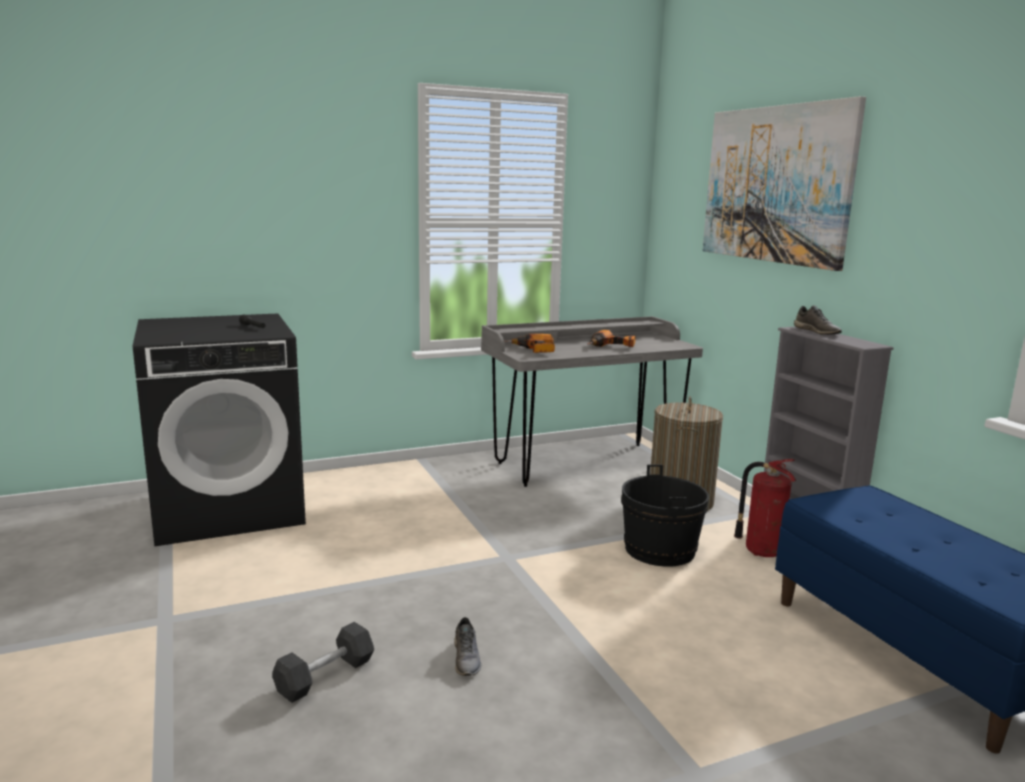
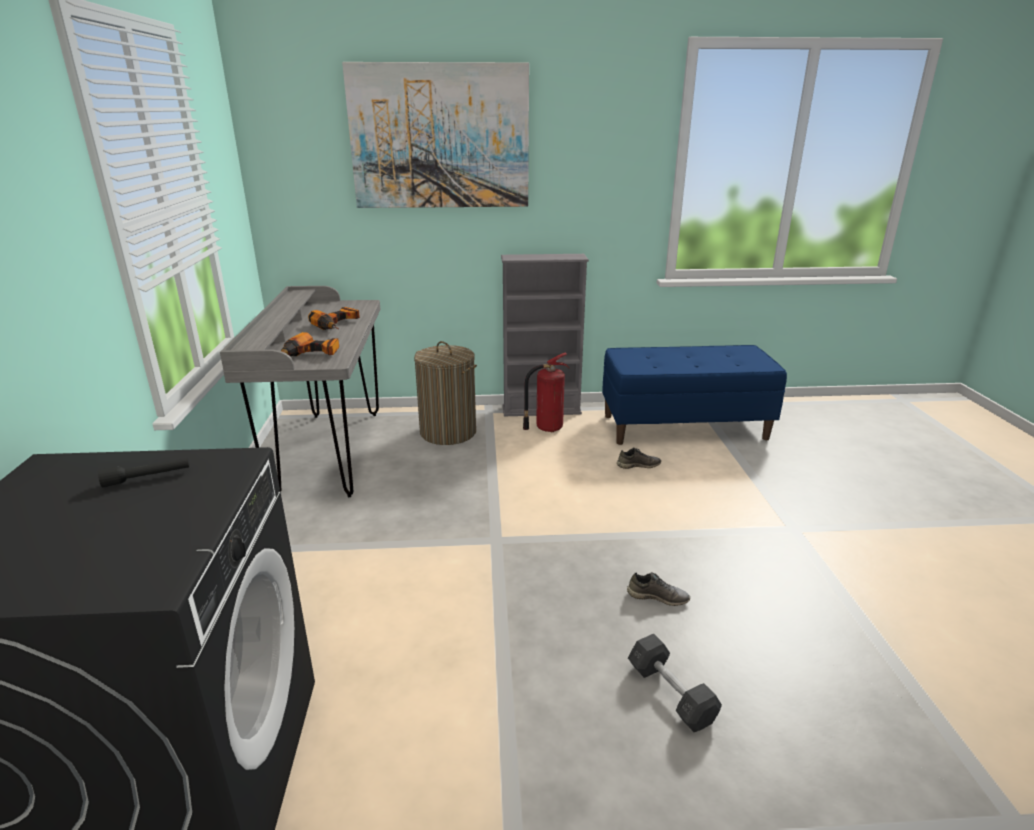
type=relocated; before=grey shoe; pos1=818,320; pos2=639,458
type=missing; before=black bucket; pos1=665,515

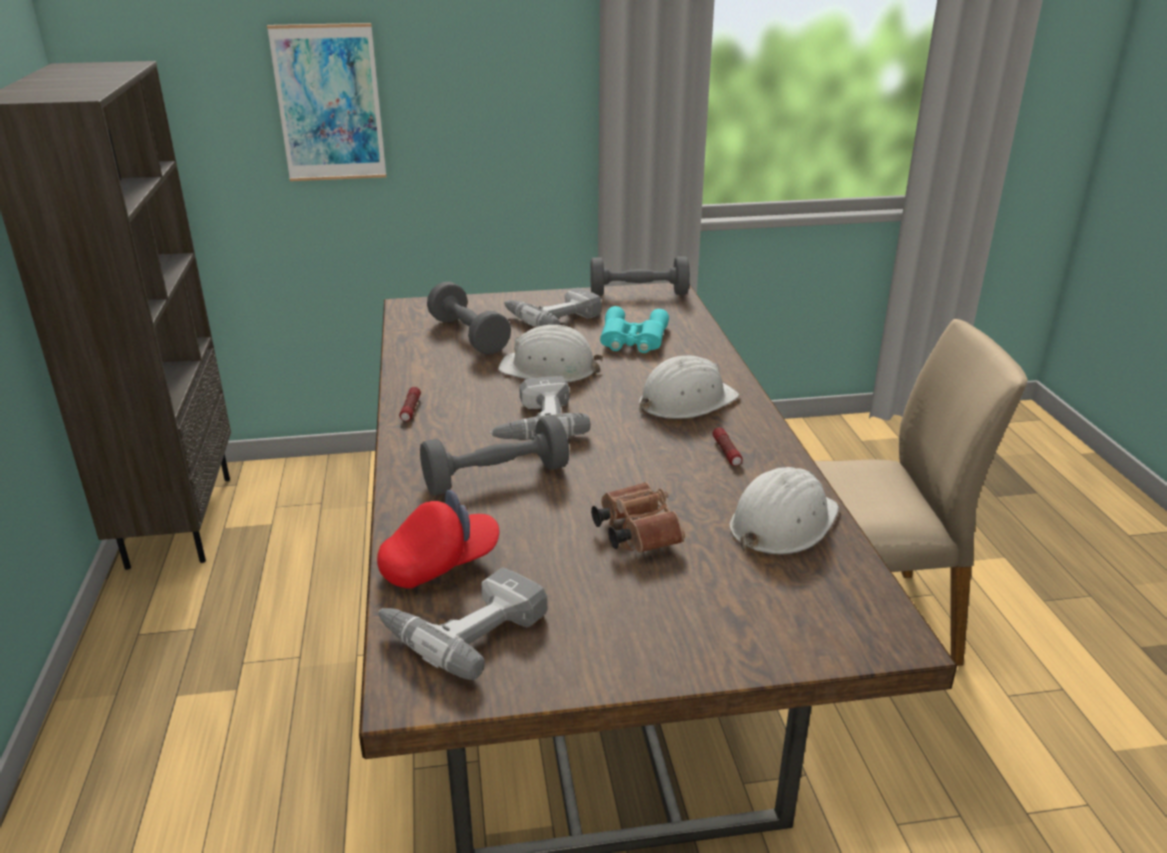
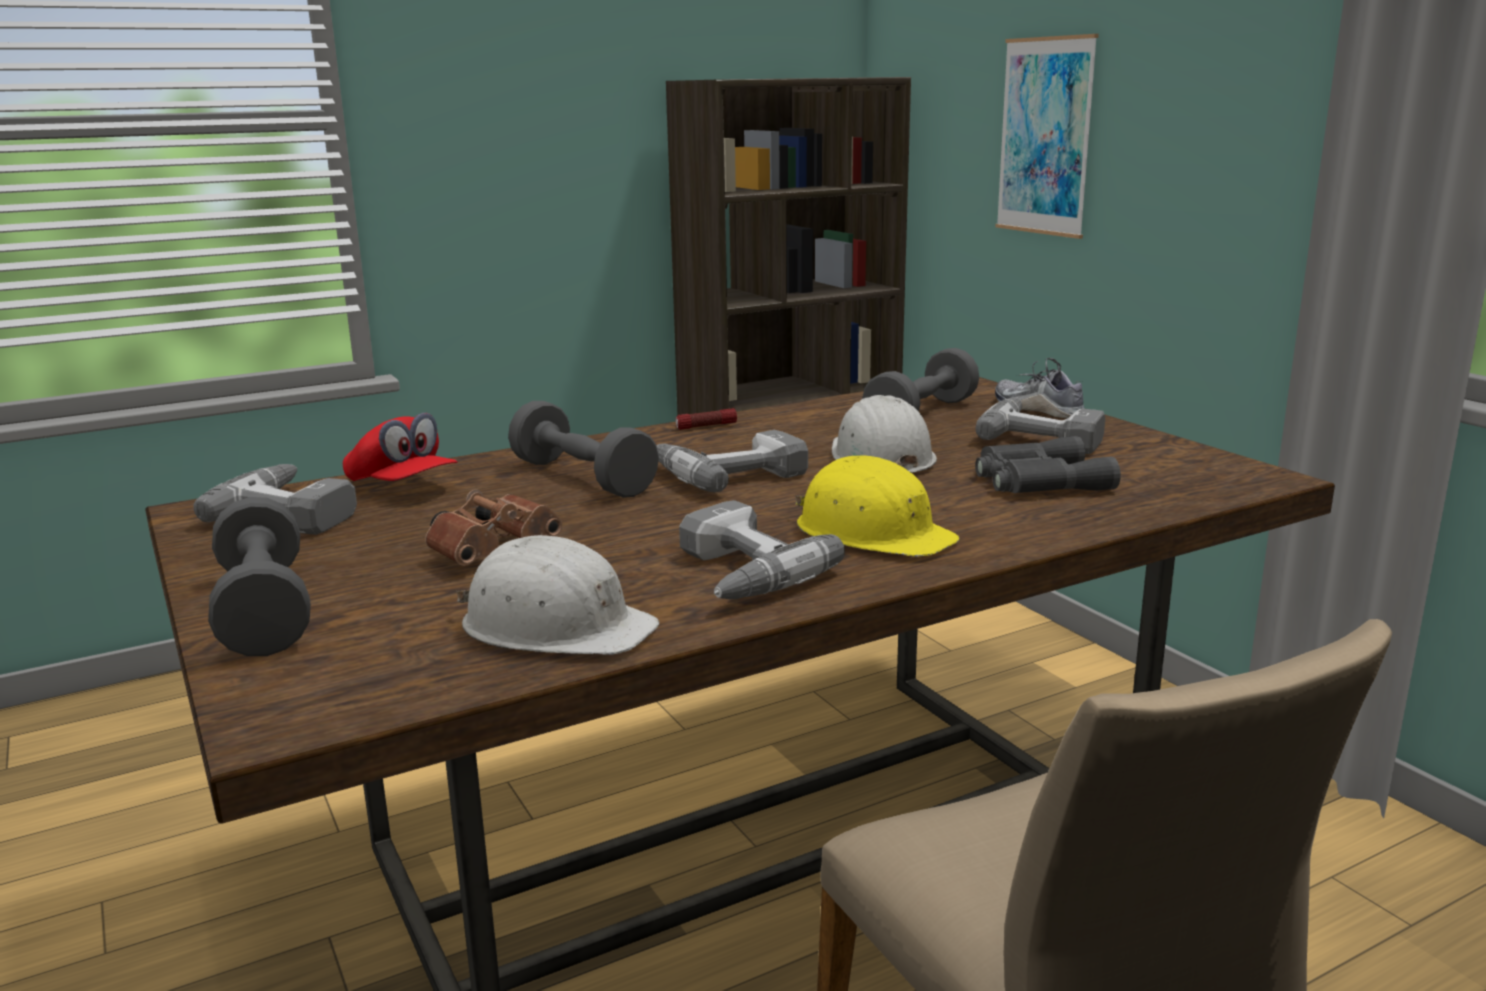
type=relocated; before=grey dumbbell; pos1=640,276; pos2=259,576
type=exchanged; before=flashlight; after=power drill; pos1=728,446; pos2=762,549
type=colour; before=white hard hat; after=yellow hard hat; pos1=689,387; pos2=877,506
type=colour; before=turquoise binoculars; after=grey binoculars; pos1=634,329; pos2=1048,464
type=appeared; after=shoe; pos2=1039,388

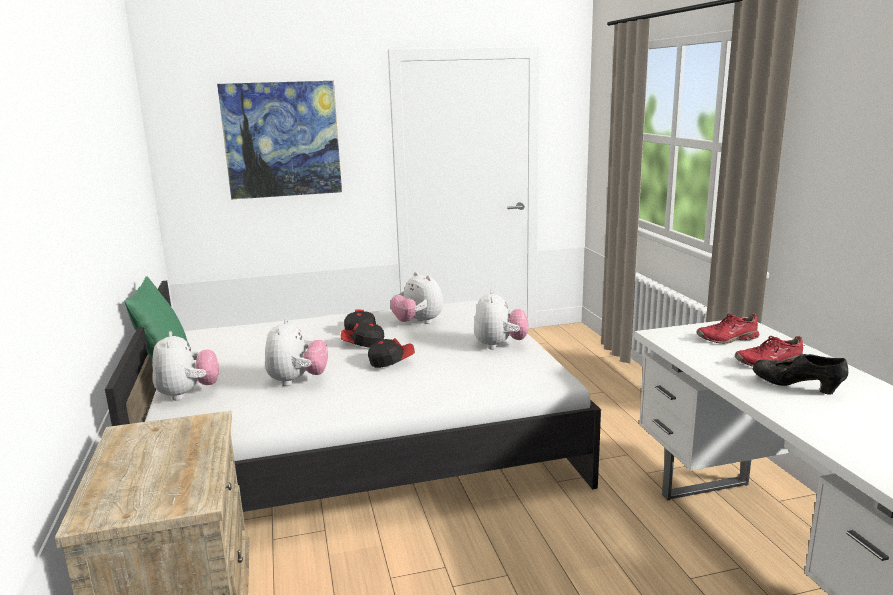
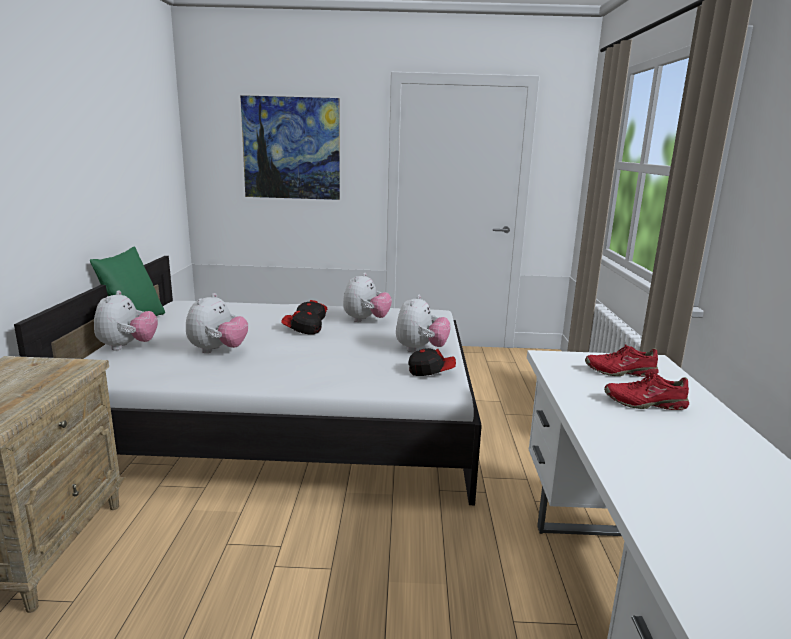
type=spun; before=plush toy; pos1=417,298; pos2=367,297; turn=-135
type=relocated; before=cap; pos1=391,353; pos2=432,362
type=missing; before=black shoe; pos1=800,374

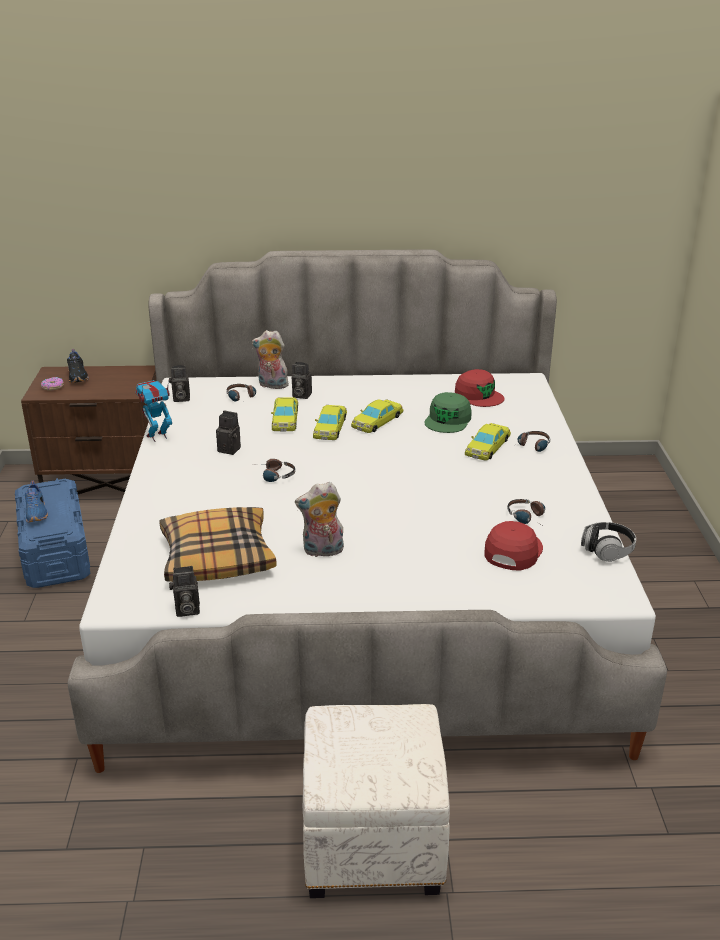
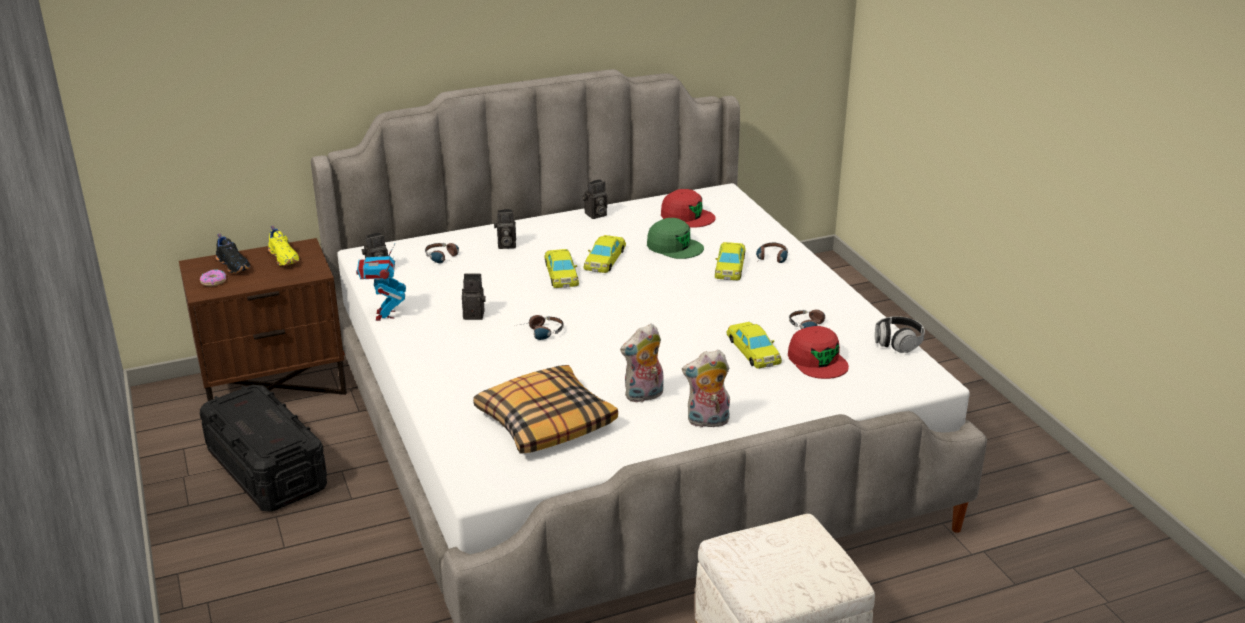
type=colour; before=blue storage box; after=black storage box; pos1=53,533; pos2=263,448
type=appeared; after=yellow shoe; pos2=284,246
type=spun; before=toy robot; pos1=154,411; pos2=381,282; turn=-45
type=relocated; before=photo camera; pos1=184,591; pos2=594,199
type=spun; before=green cap; pos1=448,412; pos2=675,238; turn=-60
type=relocated; before=plush toy; pos1=270,359; pos2=706,389
type=relocated; before=yellow toy car; pos1=284,414; pos2=754,345
type=spun; before=red cap; pos1=514,546; pos2=818,352; turn=150
type=missing; before=blue shoe; pos1=36,502

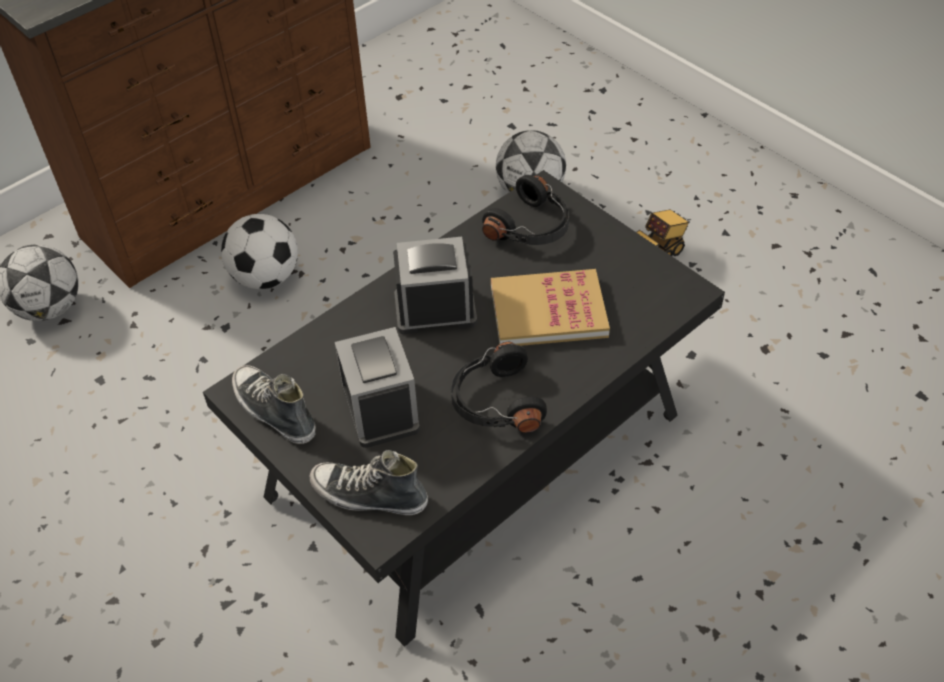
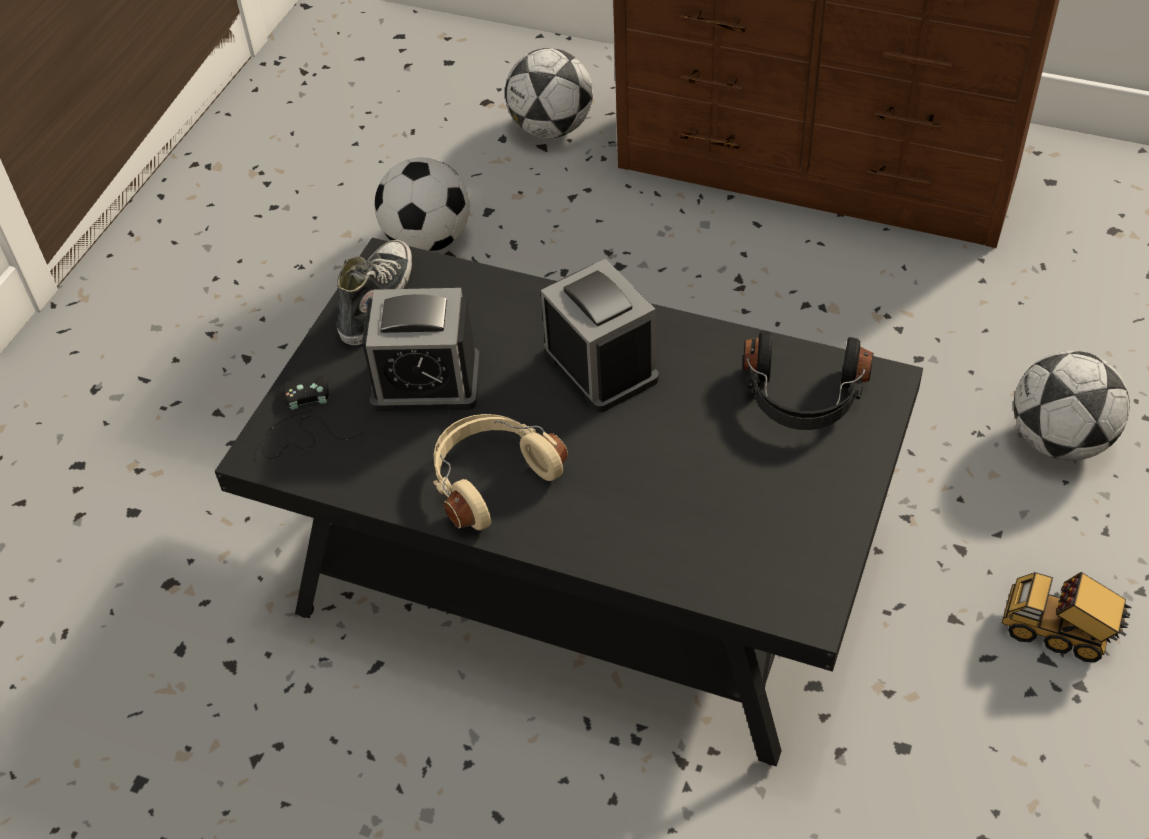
type=exchanged; before=shoe; after=black game controller; pos1=369,482; pos2=315,417
type=spun; before=alarm clock; pos1=377,387; pos2=421,350; turn=45
type=relocated; before=football; pos1=259,251; pos2=422,204
type=colour; before=black headphones; after=beige headphones; pos1=499,387; pos2=500,472
type=missing; before=book; pos1=550,307

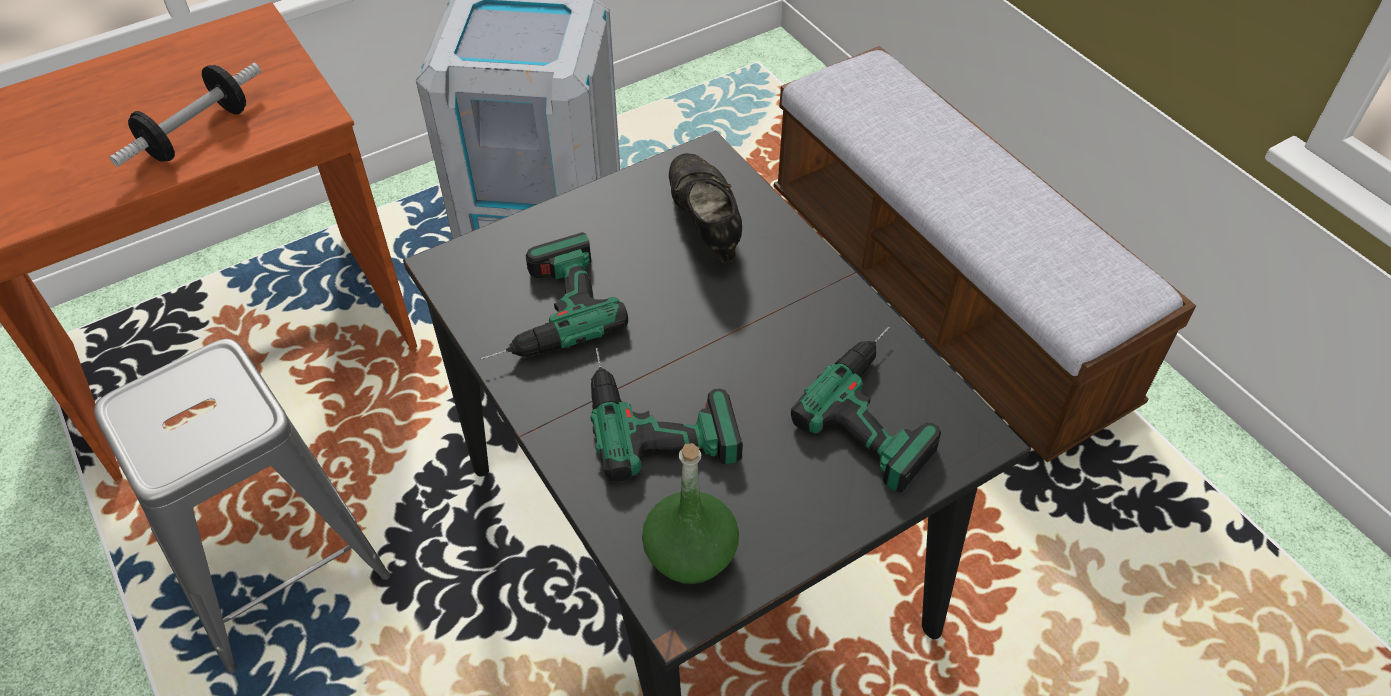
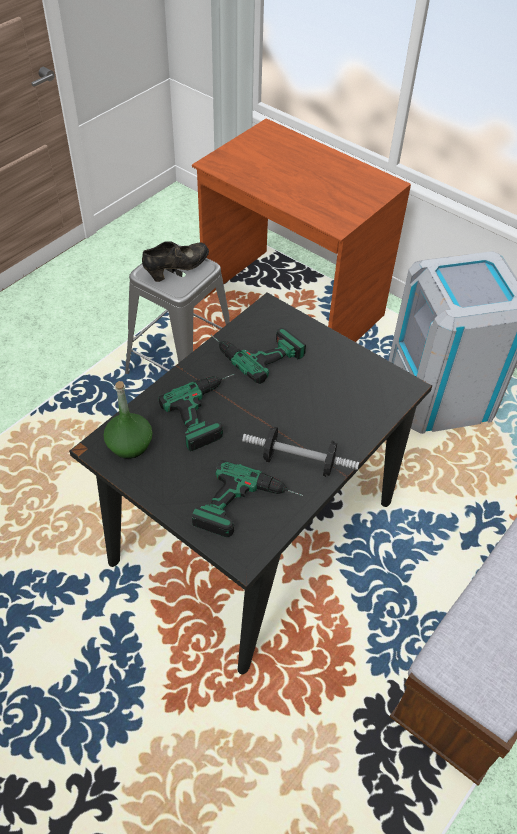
type=relocated; before=black shoe; pos1=705,208; pos2=175,261
type=relocated; before=dumbbell; pos1=185,115; pos2=300,452

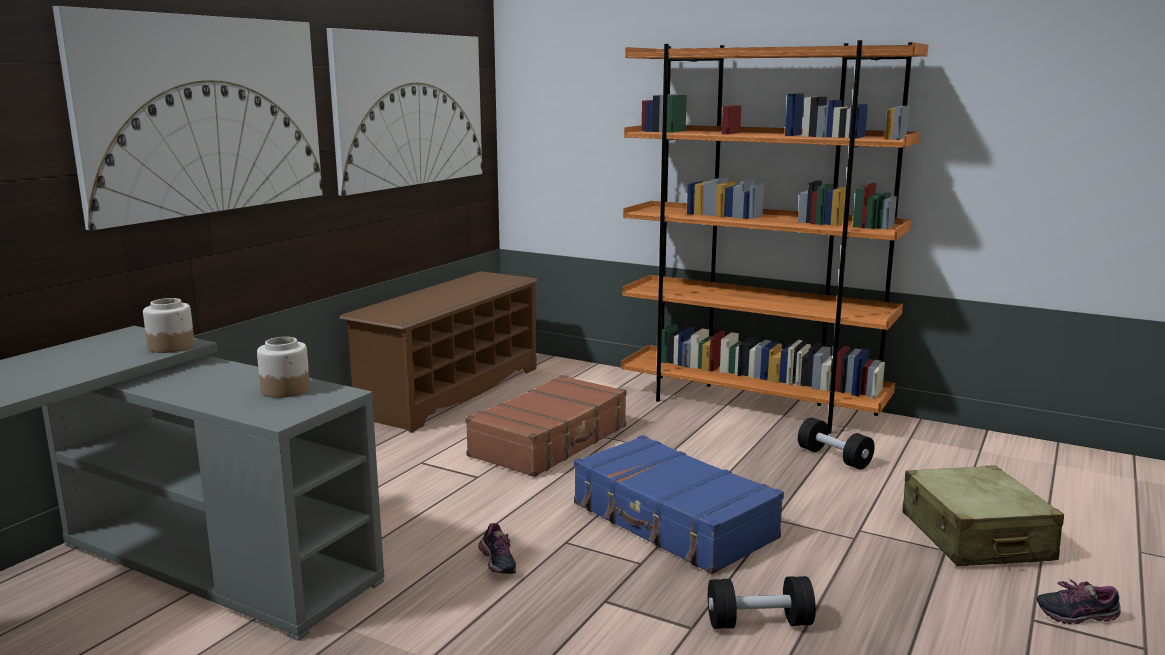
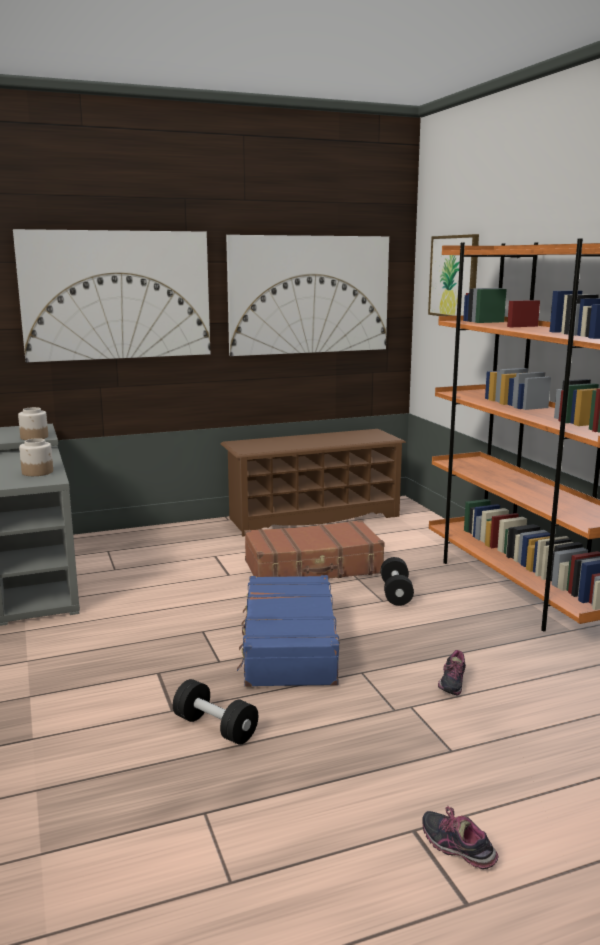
type=relocated; before=black dumbbell; pos1=836,443; pos2=397,581
type=appeared; after=picture; pos2=453,275
type=relocated; before=shoe; pos1=497,548; pos2=452,673
type=missing; before=beige suitcase; pos1=983,515

